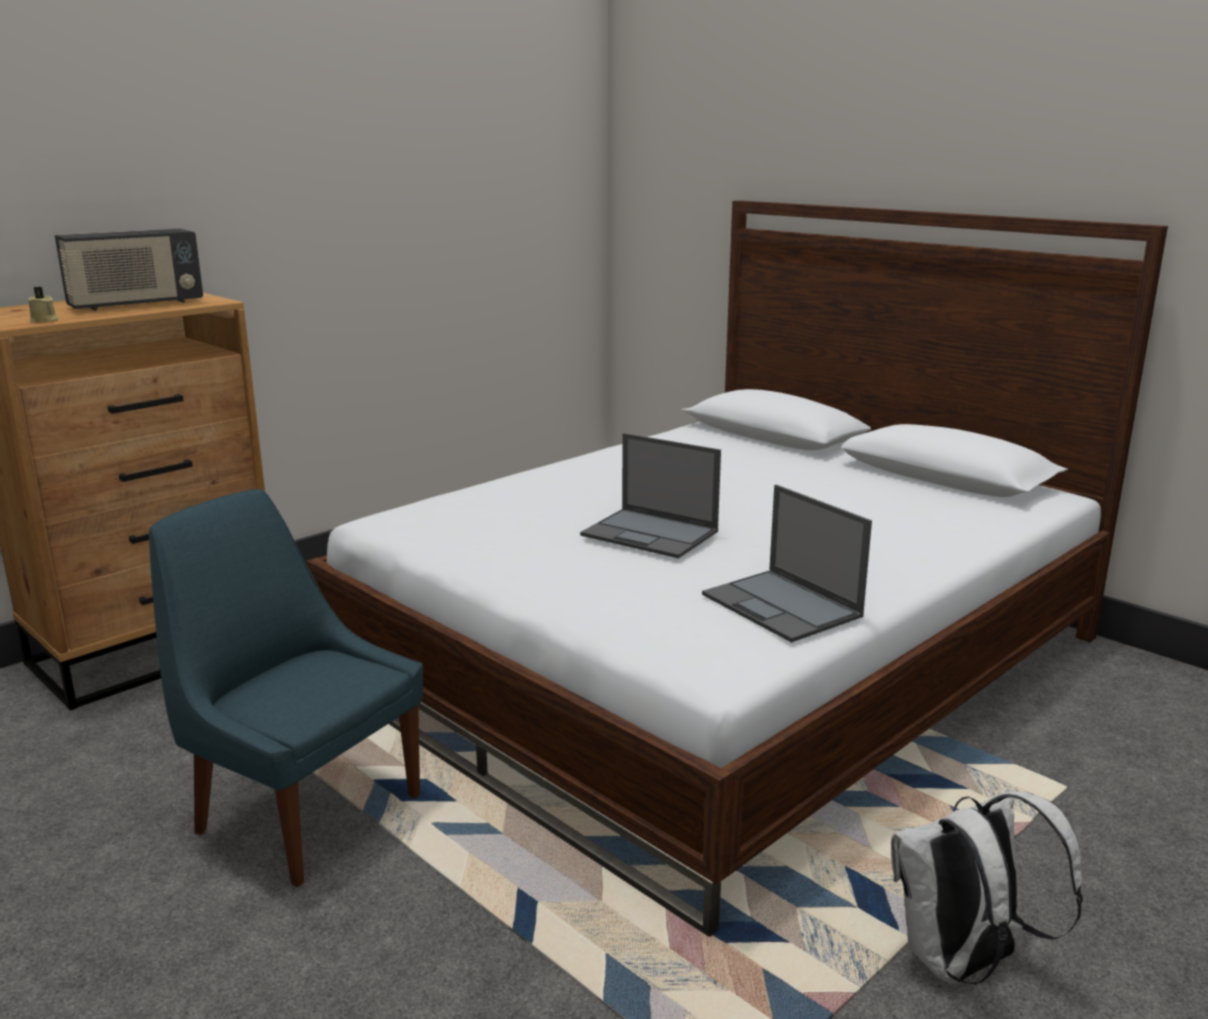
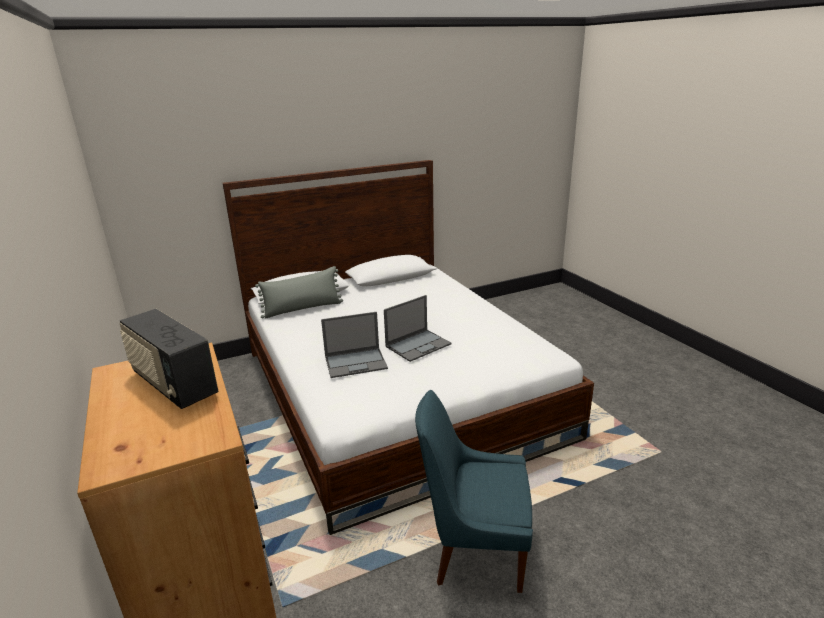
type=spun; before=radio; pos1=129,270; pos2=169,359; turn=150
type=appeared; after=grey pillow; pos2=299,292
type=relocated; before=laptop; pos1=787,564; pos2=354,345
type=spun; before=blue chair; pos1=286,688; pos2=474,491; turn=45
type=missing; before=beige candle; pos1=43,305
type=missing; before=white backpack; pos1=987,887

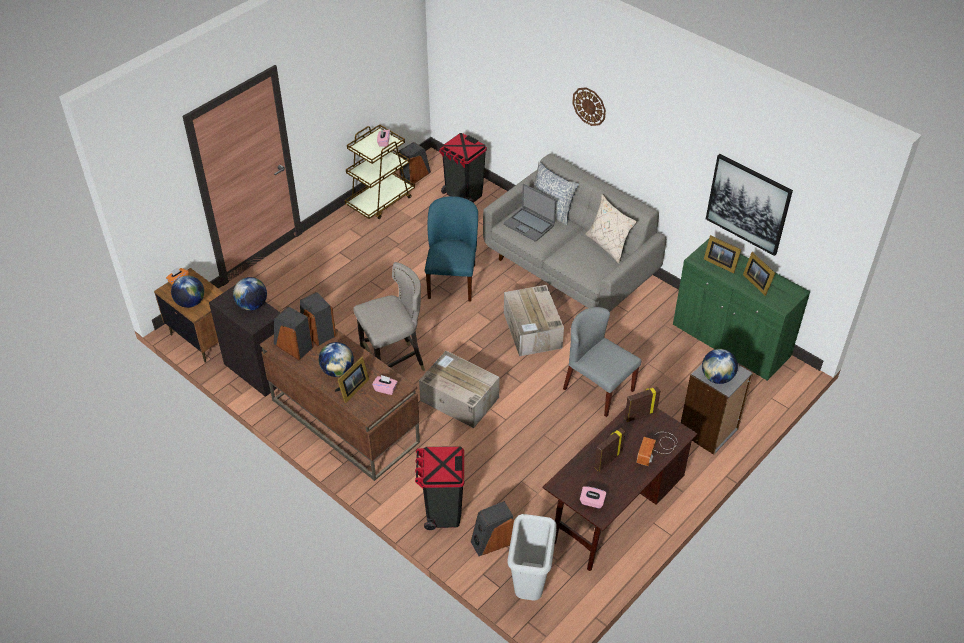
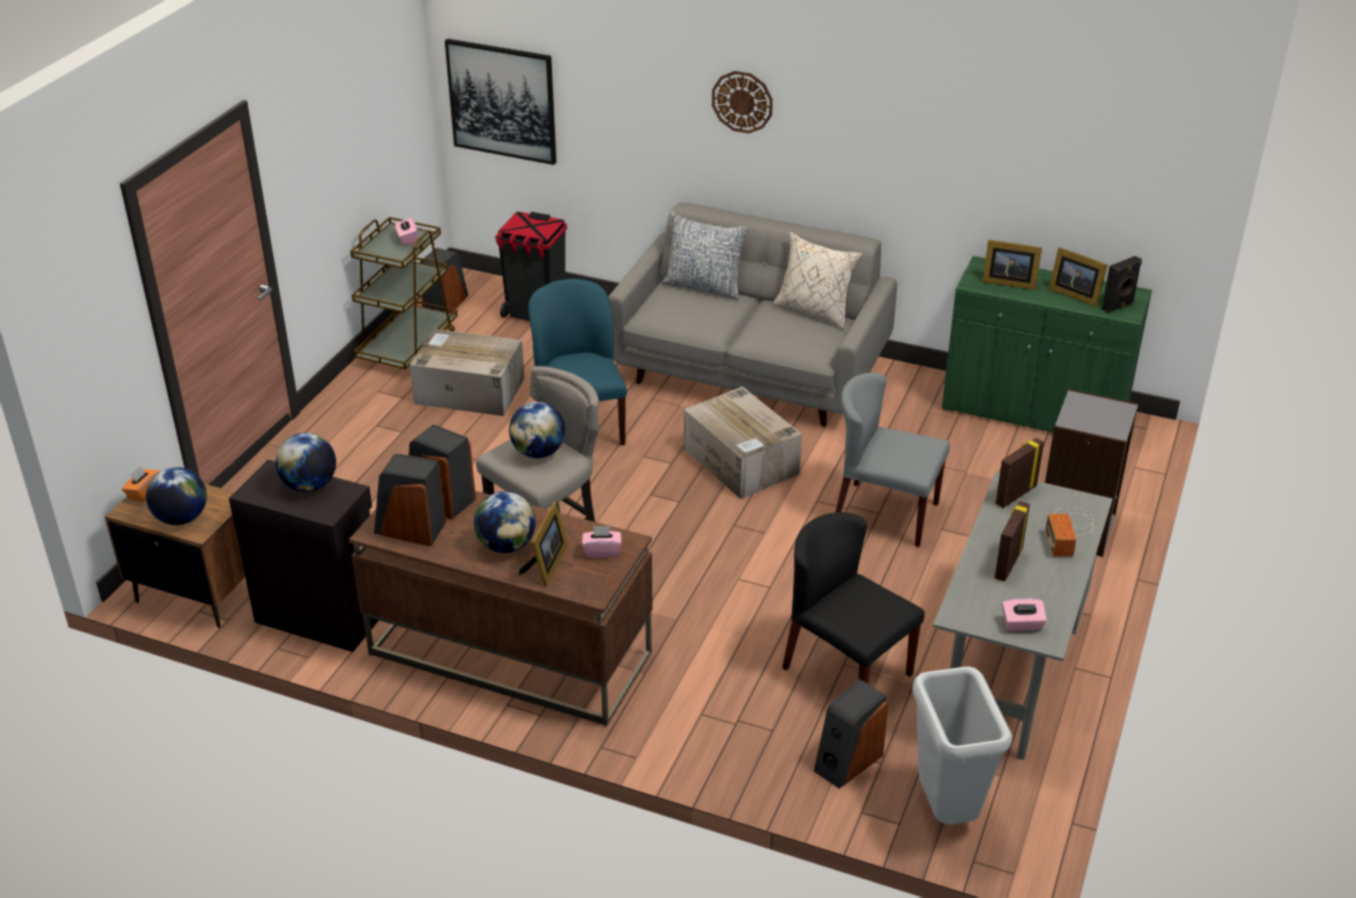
type=relocated; before=cardboard box; pos1=459,389; pos2=467,372
type=relocated; before=picture; pos1=749,205; pos2=500,102
type=relocated; before=globe; pos1=720,366; pos2=537,430
type=appeared; after=black chair; pos2=853,598
type=colour; before=brown desk; after=grey desk; pos1=620,489; pos2=1023,616
type=appeared; after=black speaker; pos2=1122,285
type=missing; before=black trash can; pos1=439,488
type=missing; before=laptop; pos1=530,213

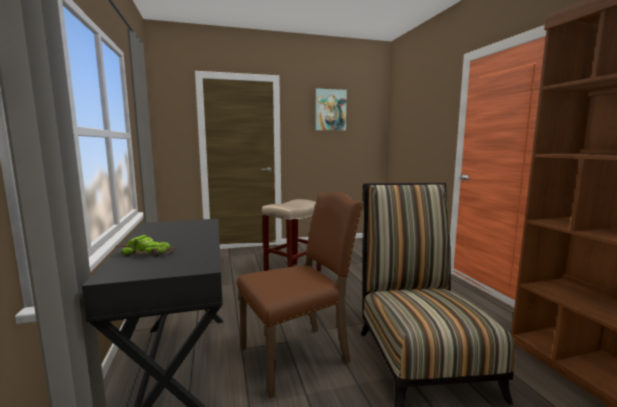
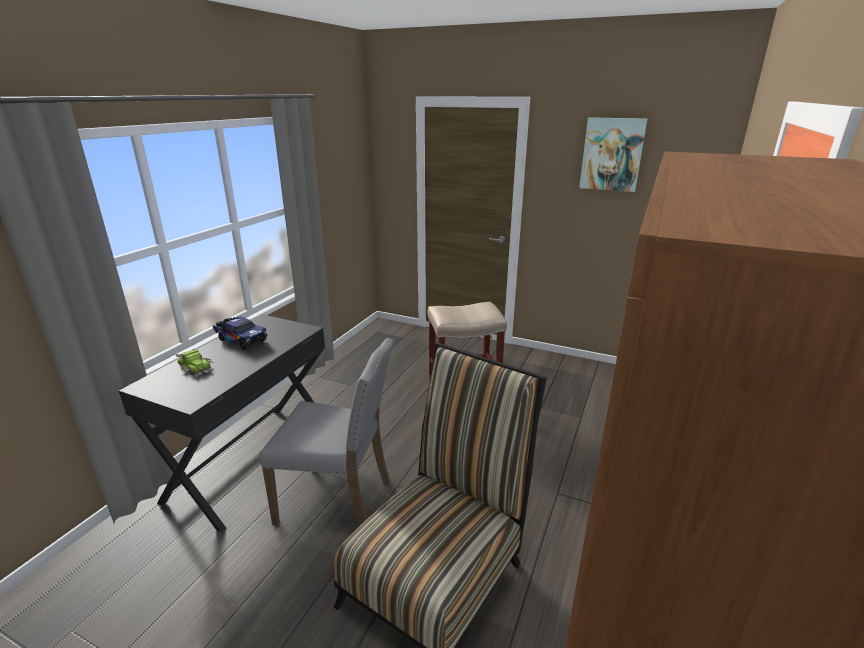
type=appeared; after=toy truck; pos2=240,333
type=colour; before=brown chair; after=grey chair; pos1=300,295; pos2=326,432

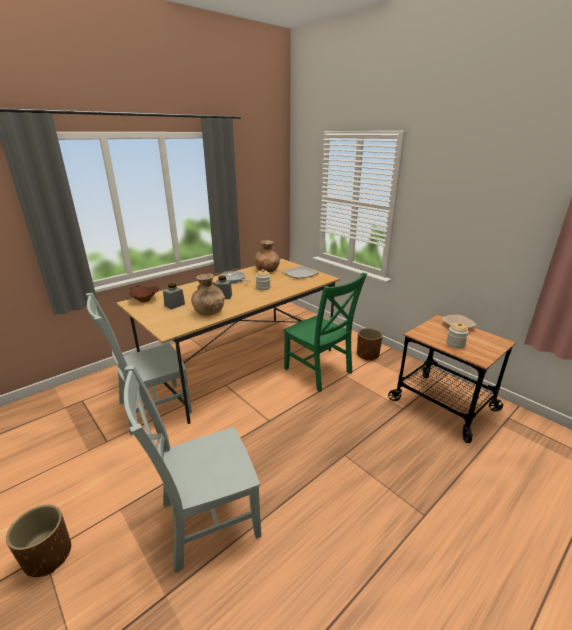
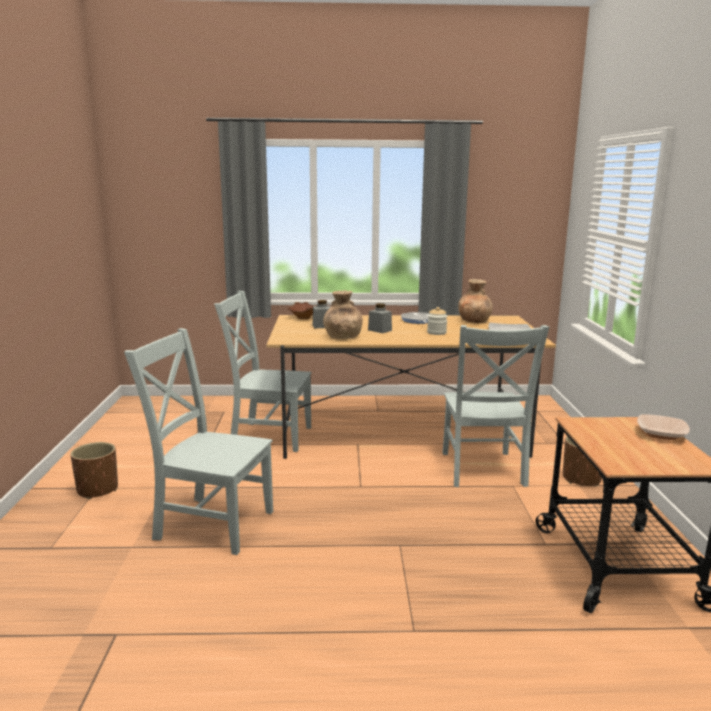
type=colour; before=green chair; after=grey chair; pos1=325,332; pos2=495,406
type=missing; before=jar; pos1=457,335

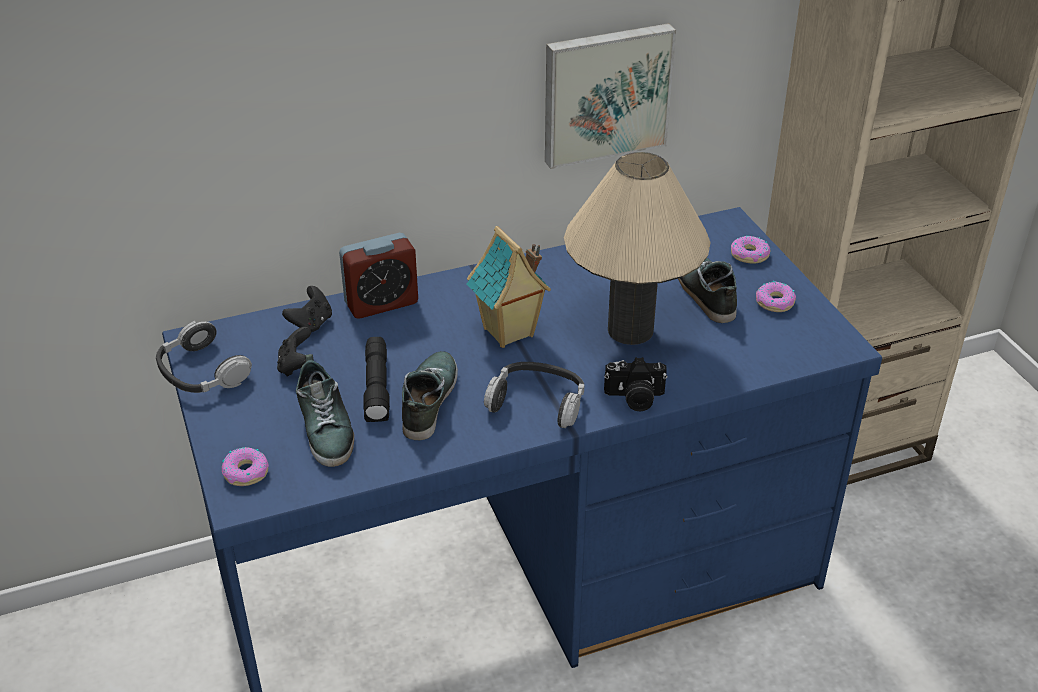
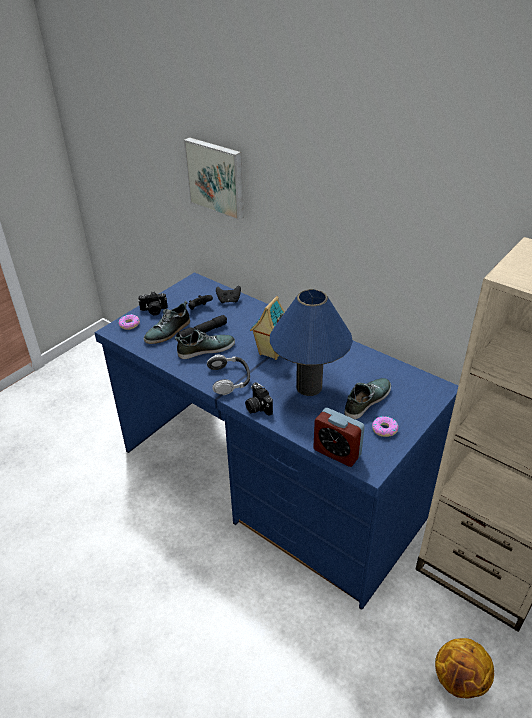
type=appeared; after=photo camera; pos2=152,303
type=relocated; before=picture; pos1=610,96; pos2=214,178
type=colour; before=beige table lamp; after=blue table lamp; pos1=637,248; pos2=311,342
type=relocated; before=alarm clock; pos1=378,276; pos2=339,437
type=appeared; after=basketball; pos2=464,668
type=missing; before=headphones; pos1=204,357
type=missing; before=donut; pos1=750,250

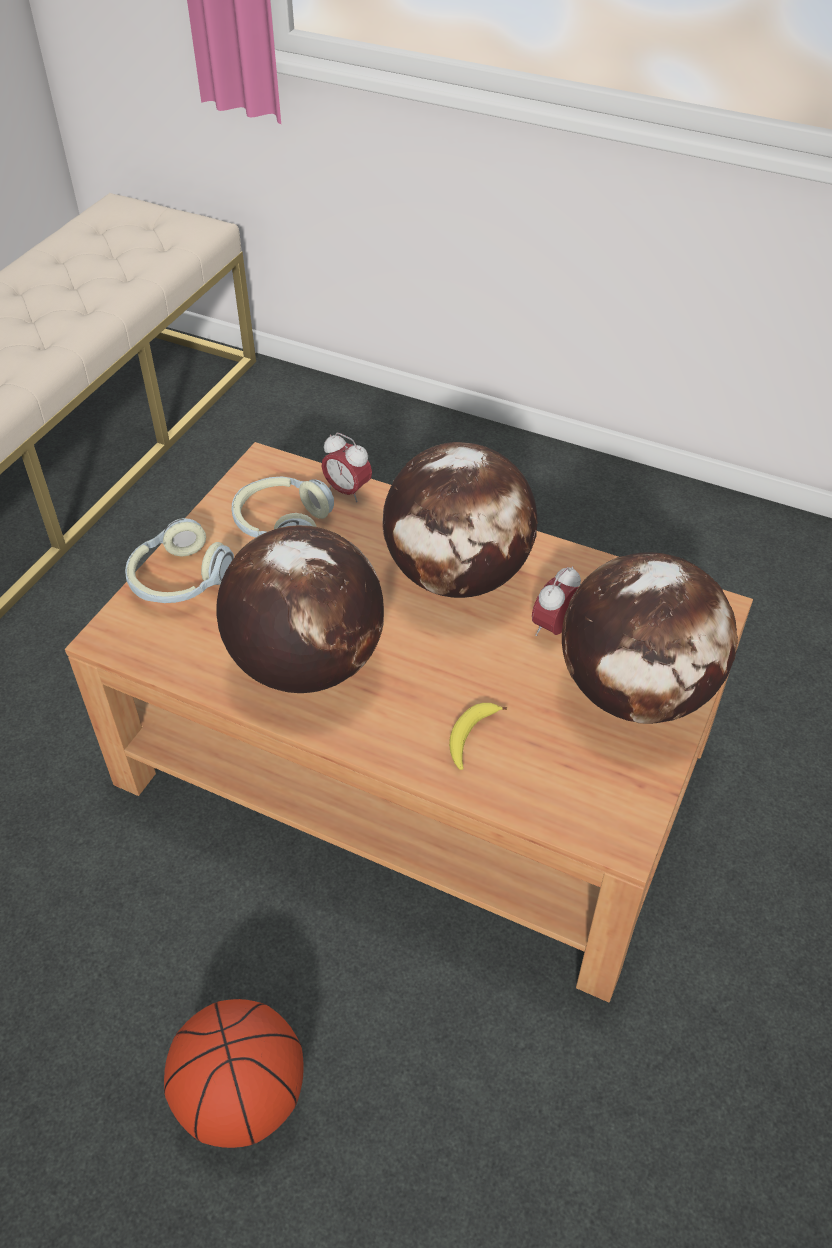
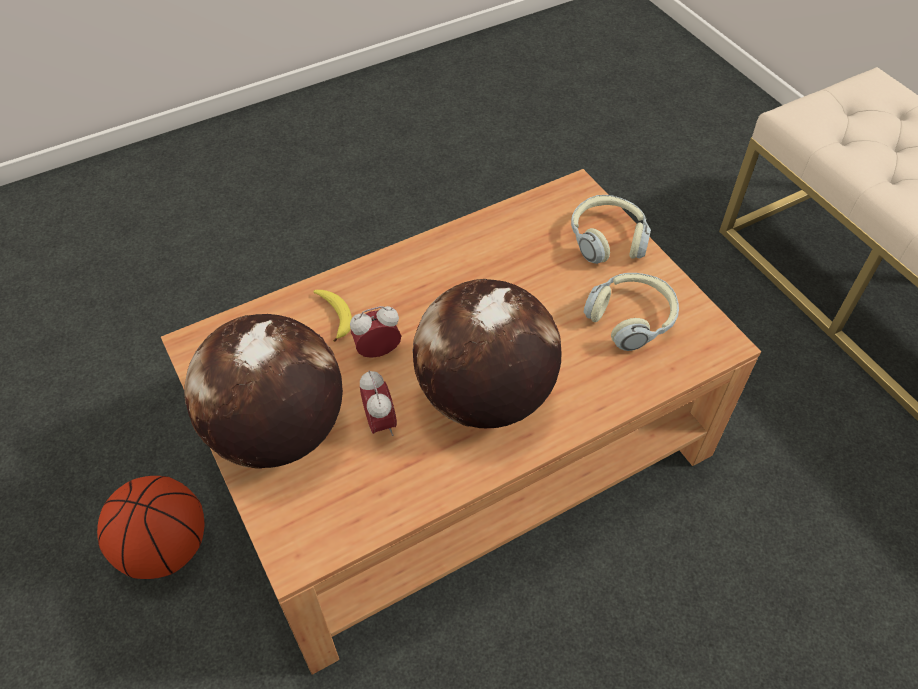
type=relocated; before=basketball; pos1=234,1073; pos2=150,527
type=relocated; before=alarm clock; pos1=346,467; pos2=375,332
type=missing; before=globe; pos1=300,609

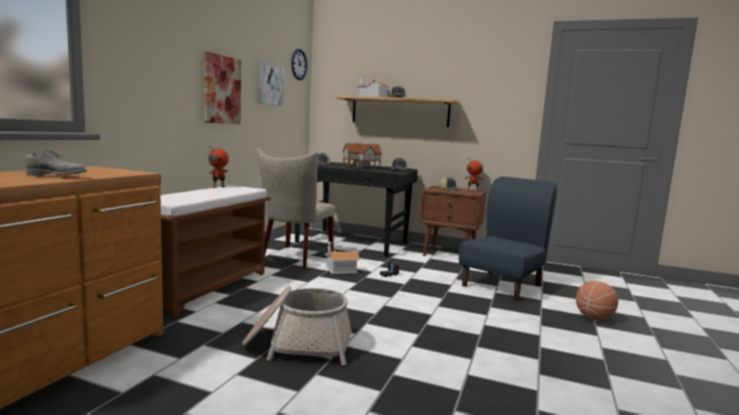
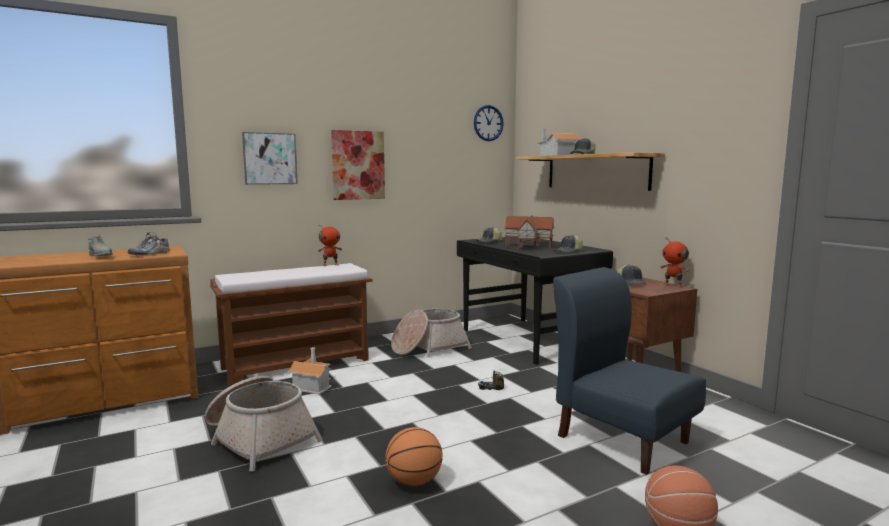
type=appeared; after=shoe; pos2=149,244
type=relocated; before=picture; pos1=271,84; pos2=270,158
type=relocated; before=toy house; pos1=342,258; pos2=309,370
type=appeared; after=basketball; pos2=413,456
type=exchanged; before=beige chair; after=basket; pos1=296,208; pos2=431,333
type=spun; before=blue chair; pos1=508,238; pos2=629,371; turn=-120

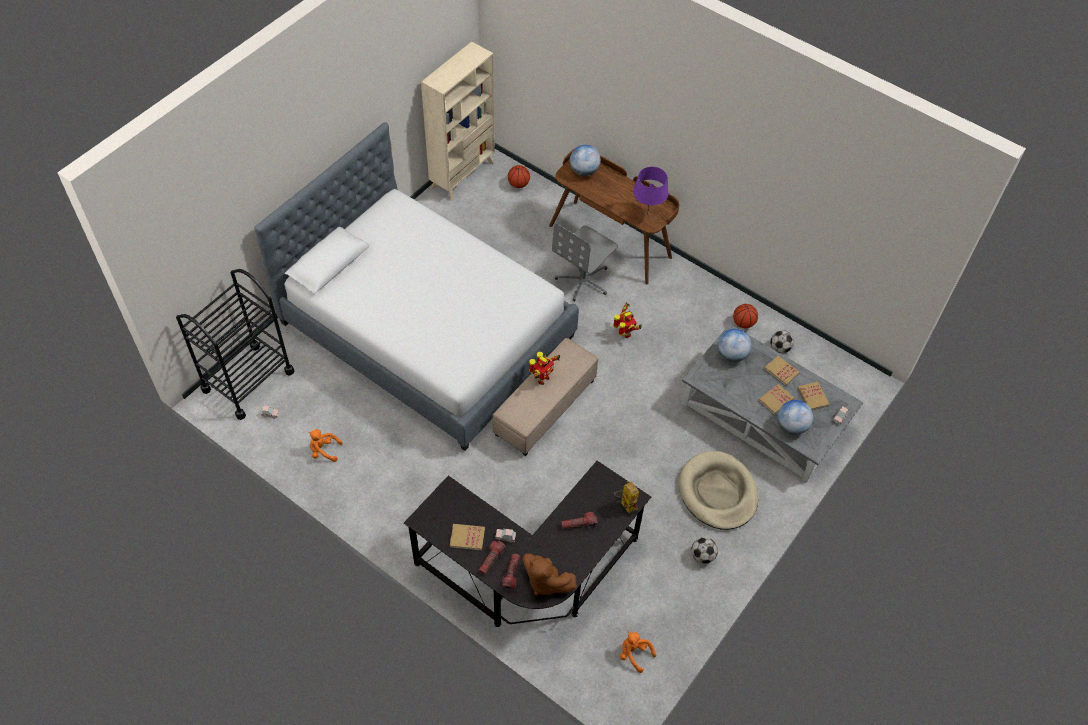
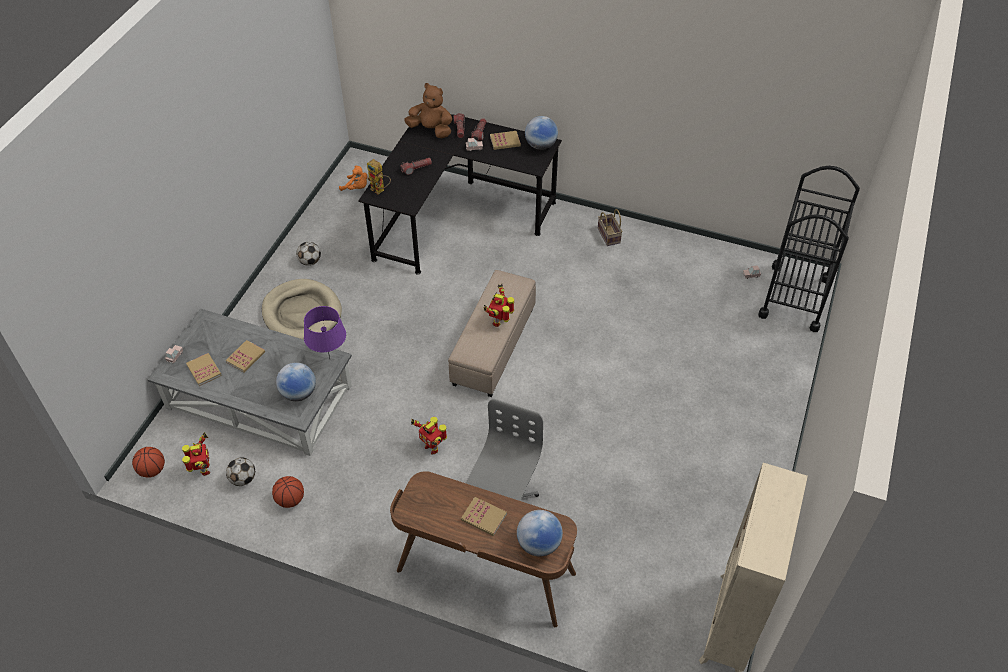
type=relocated; before=basketball; pos1=519,176; pos2=148,462
type=appeared; after=toy robot; pos2=196,454
type=relocated; before=purple table lamp; pos1=650,190; pos2=325,332
type=relocated; before=book; pos1=782,371; pos2=484,516
type=relocated; before=globe; pos1=795,417; pos2=541,133
type=appeared; after=basket; pos2=610,227
type=missing; before=bed; pos1=416,287
type=missing; before=orange plush toy; pos1=325,445

